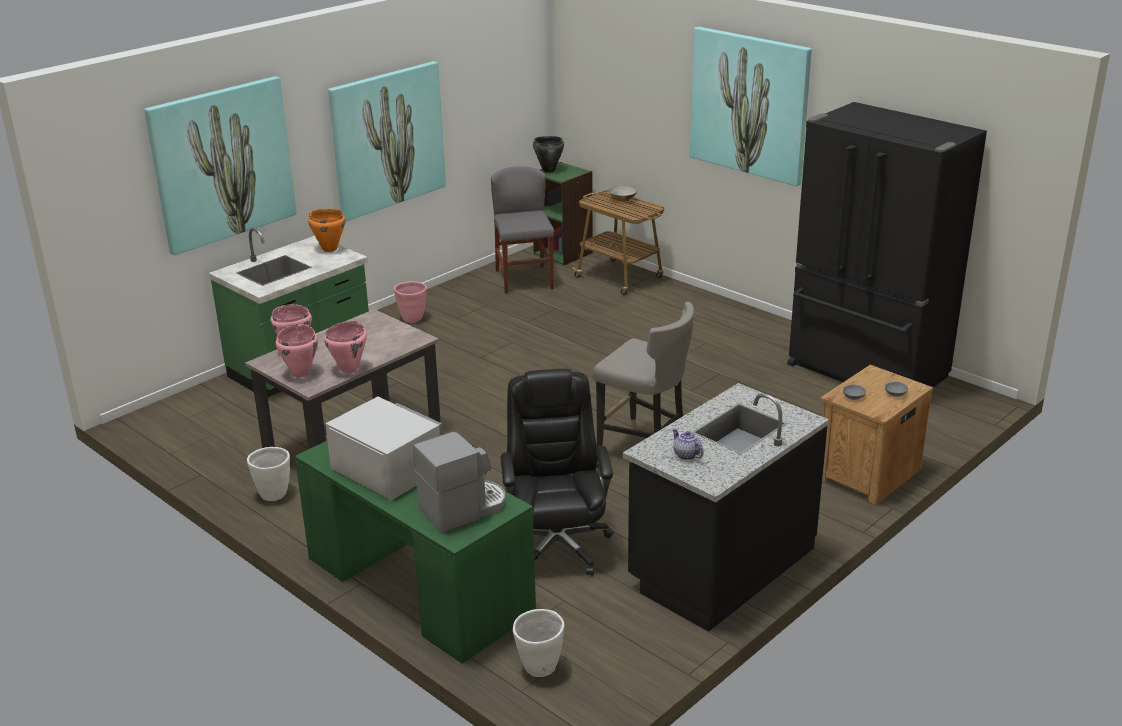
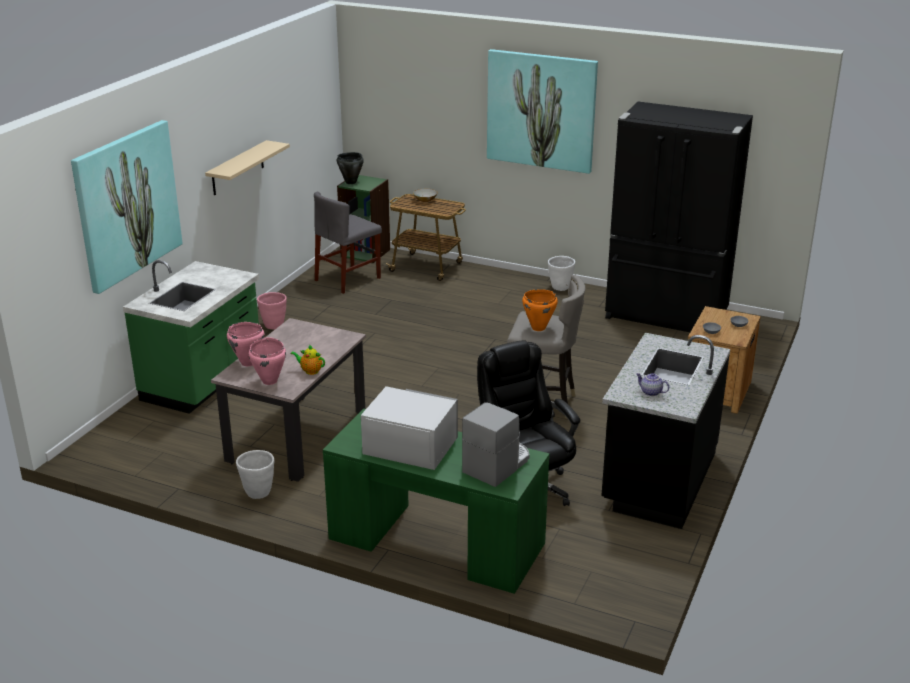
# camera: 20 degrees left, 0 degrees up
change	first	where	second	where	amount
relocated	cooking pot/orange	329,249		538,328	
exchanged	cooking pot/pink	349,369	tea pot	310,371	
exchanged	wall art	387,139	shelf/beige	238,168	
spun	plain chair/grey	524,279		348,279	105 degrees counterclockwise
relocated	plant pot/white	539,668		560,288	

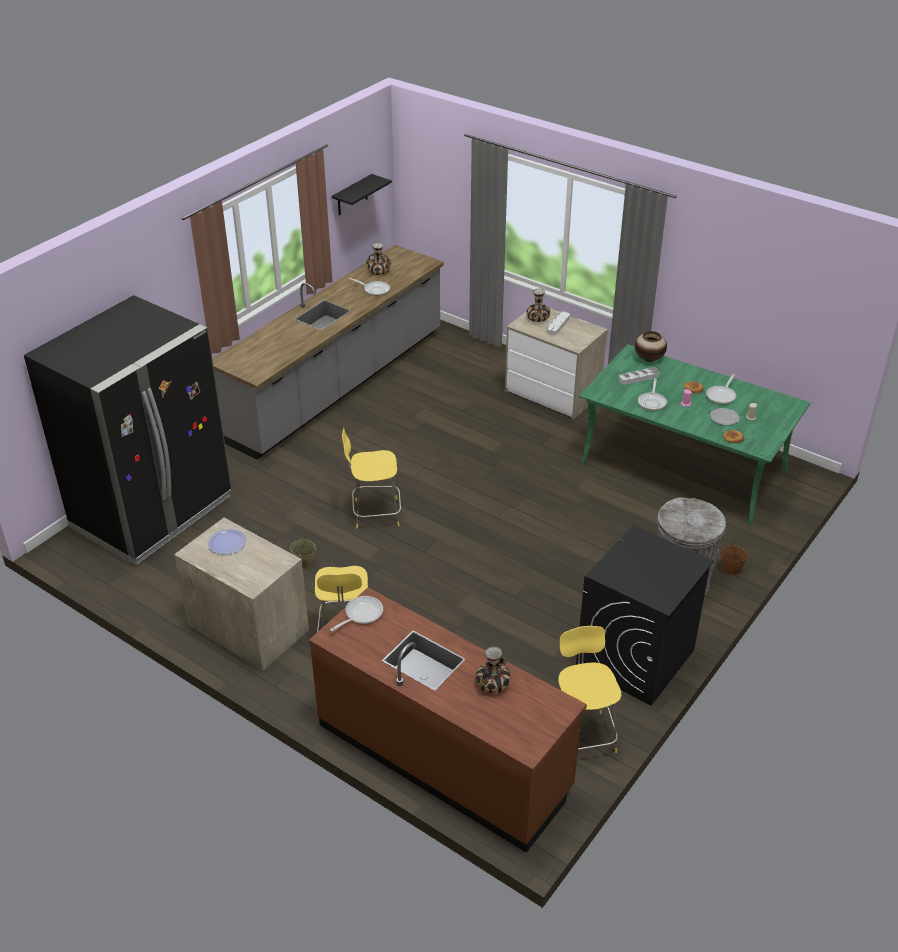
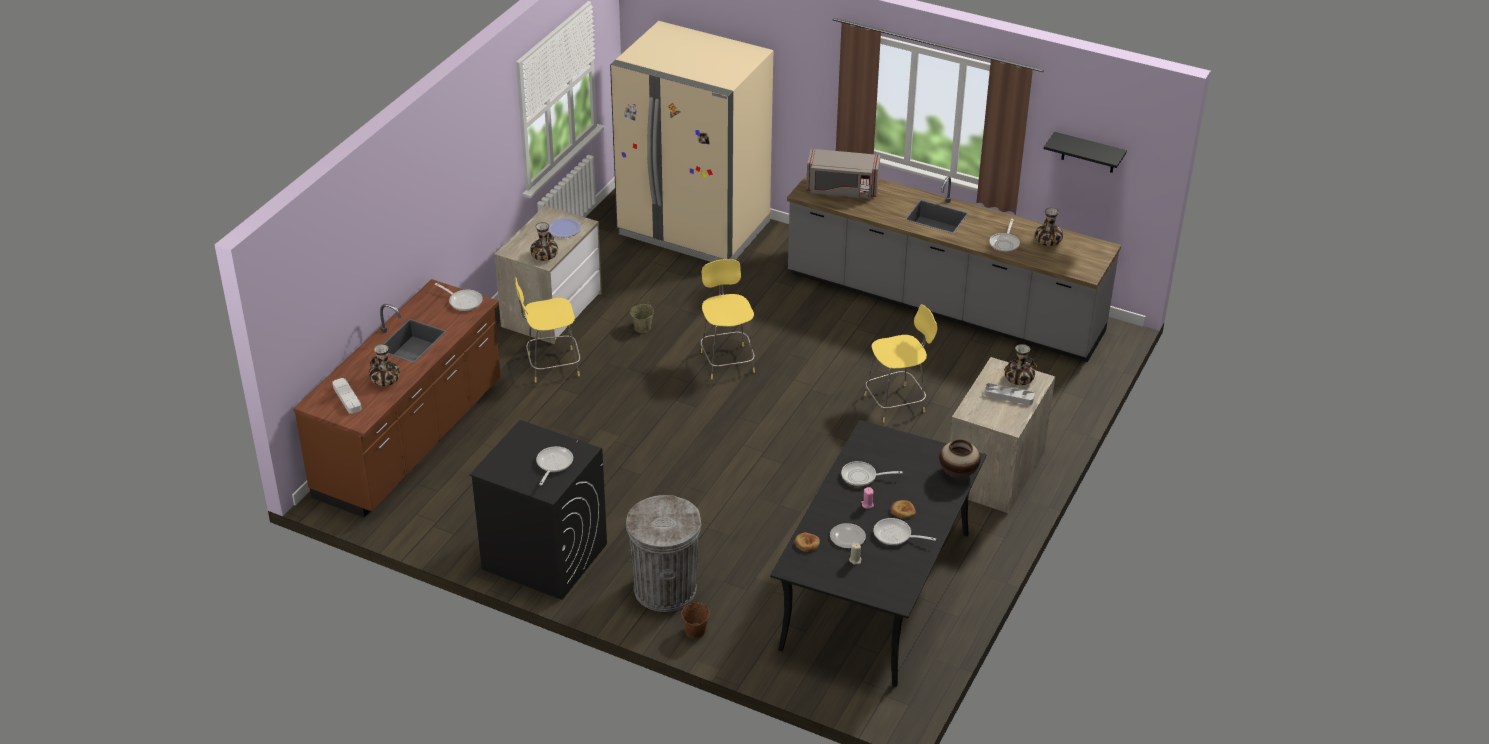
# camera: 80 degrees right, 0 degrees up
change	first	where	second	where	amount
colour	kitchen fridge/black-coloured	153,513	kitchen fridge/beige	693,229	
relocated	sitting stool/yellow-coloured	583,734		896,403	
colour	dining table/greenish	684,467	dining table/black-coloured	877,590	
relocated	tray/grey	638,378		347,398	
appeared			vase	544,256	
appeared			skillet	553,464	
appeared			microwave oven/grey	842,190	

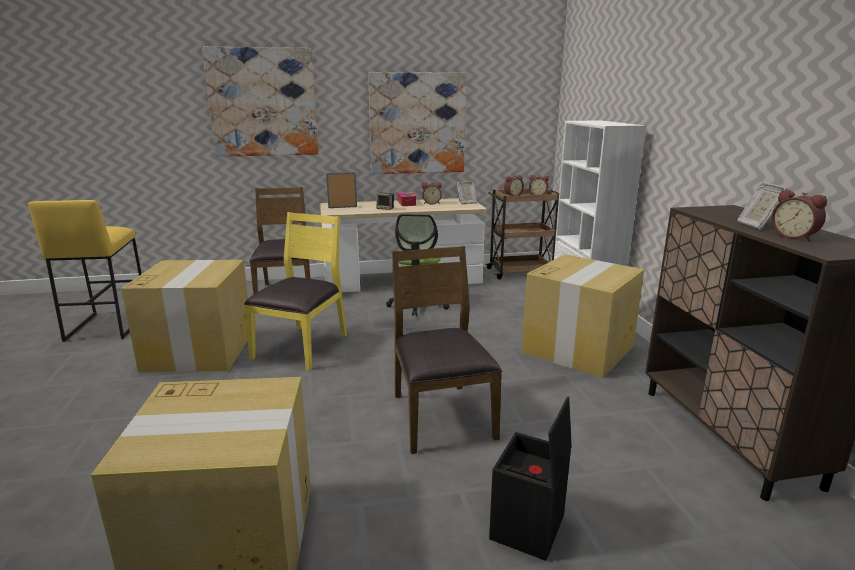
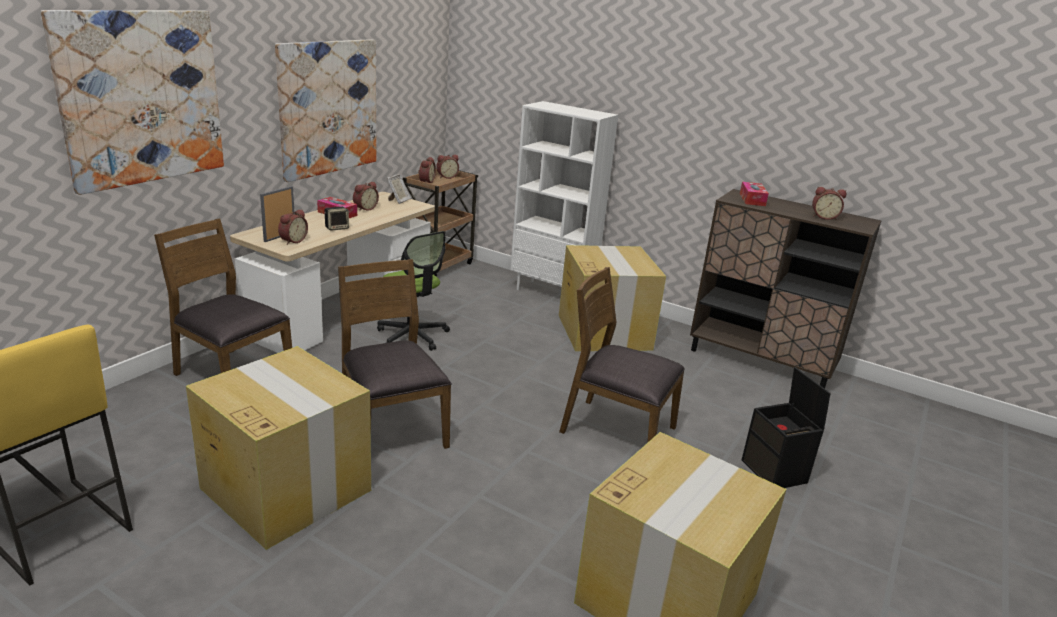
# camera: 50 degrees left, 5 degrees up
change	first	where	second	where	amount
colour	plain chair/yellow-coloured	302,346	plain chair/brownish	391,428	
missing	picture frame	757,226			
appeared			alarm clock	292,241	
appeared			box of tissues	752,199	

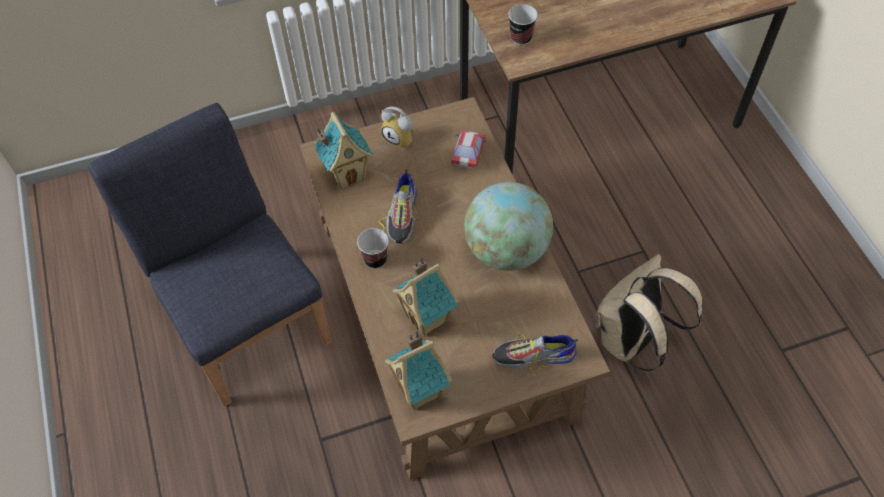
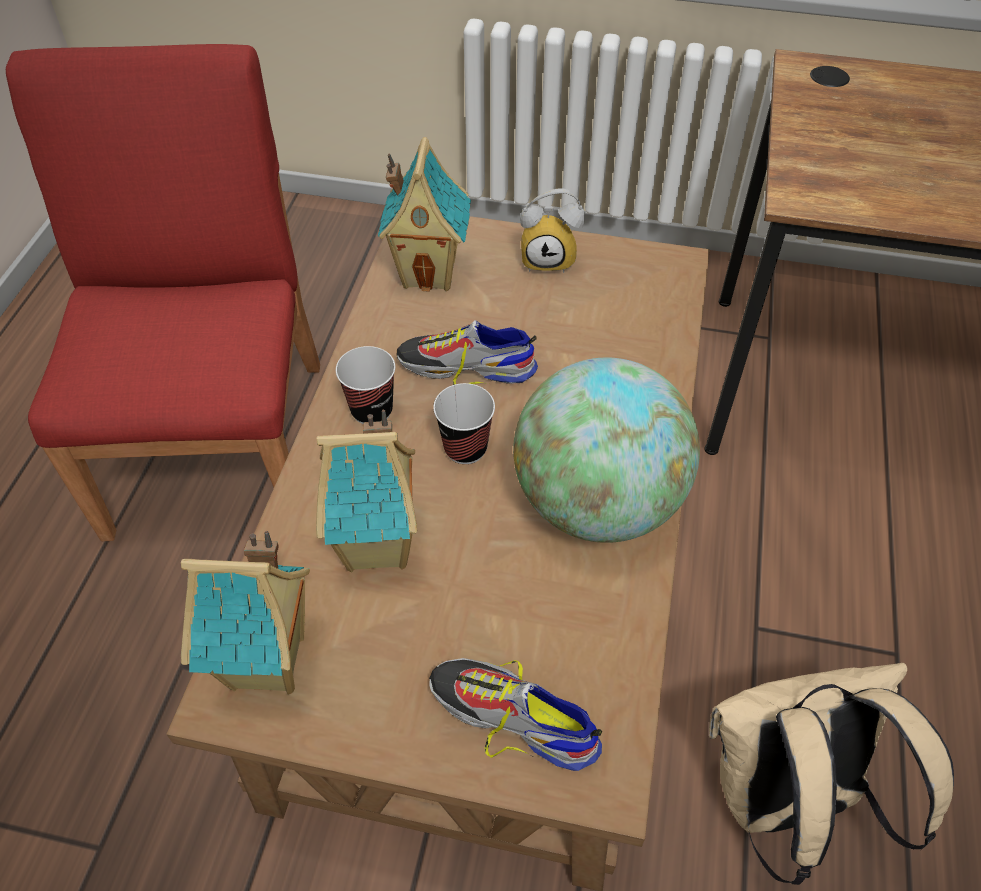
# camera: 30 degrees right, 5 degrees down
change	first	where	second	where	amount
colour	plain chair/bluish	247,320	plain chair/reddish	220,443	
spun	shoe	402,215		466,366	60 degrees clockwise
spun	alarm clock	401,138		549,259	60 degrees counterclockwise
missing	miniature car	468,154			
relocated	cup	521,38		465,448	

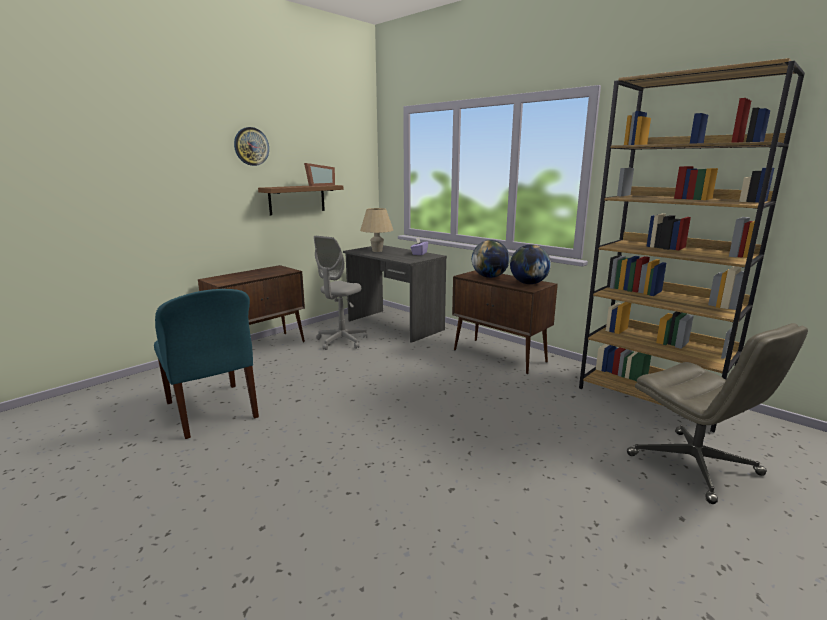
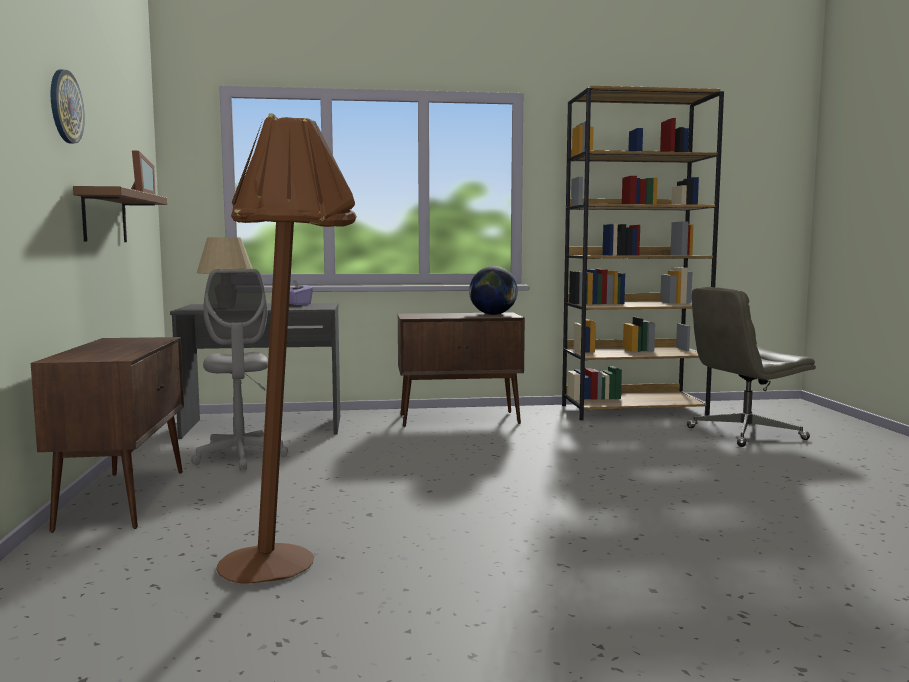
# camera: 50 degrees left, 10 degrees down
change	first	where	second	where	amount
exchanged	plain chair/bluish	212,411	standing lamp/brownish	288,566	
missing	globe	489,277			
spun	desk chair/grey	695,465		745,434	150 degrees clockwise

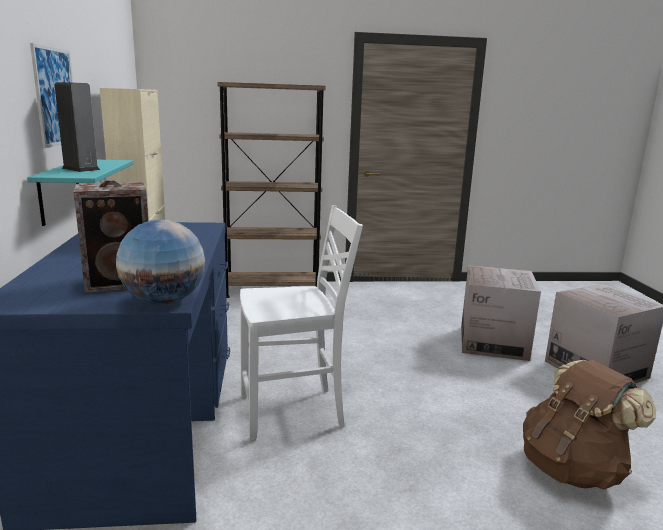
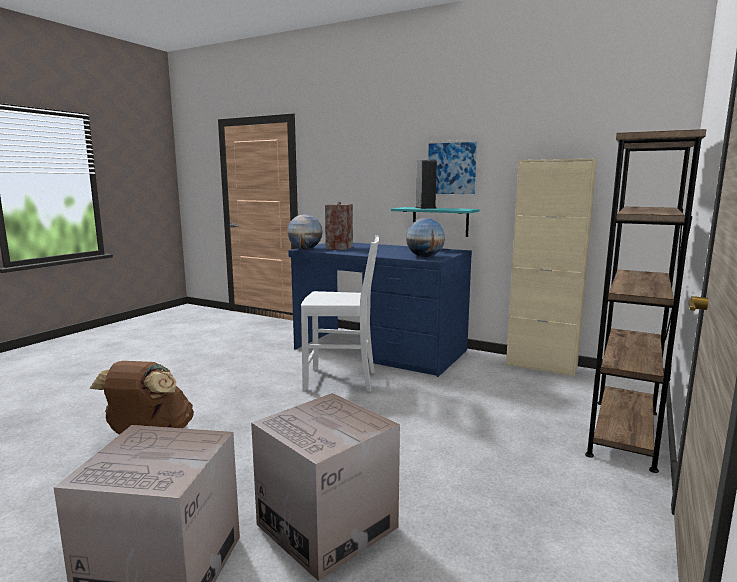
# camera: 125 degrees right, 5 degrees down
change	first	where	second	where	amount
spun	plain chair/white	293,412		342,380	105 degrees counterclockwise
appeared			globe	425,257	

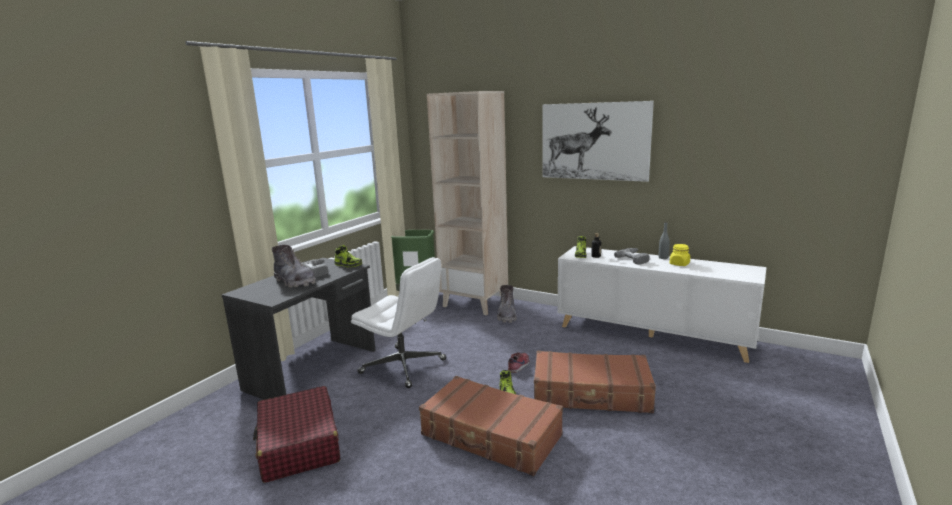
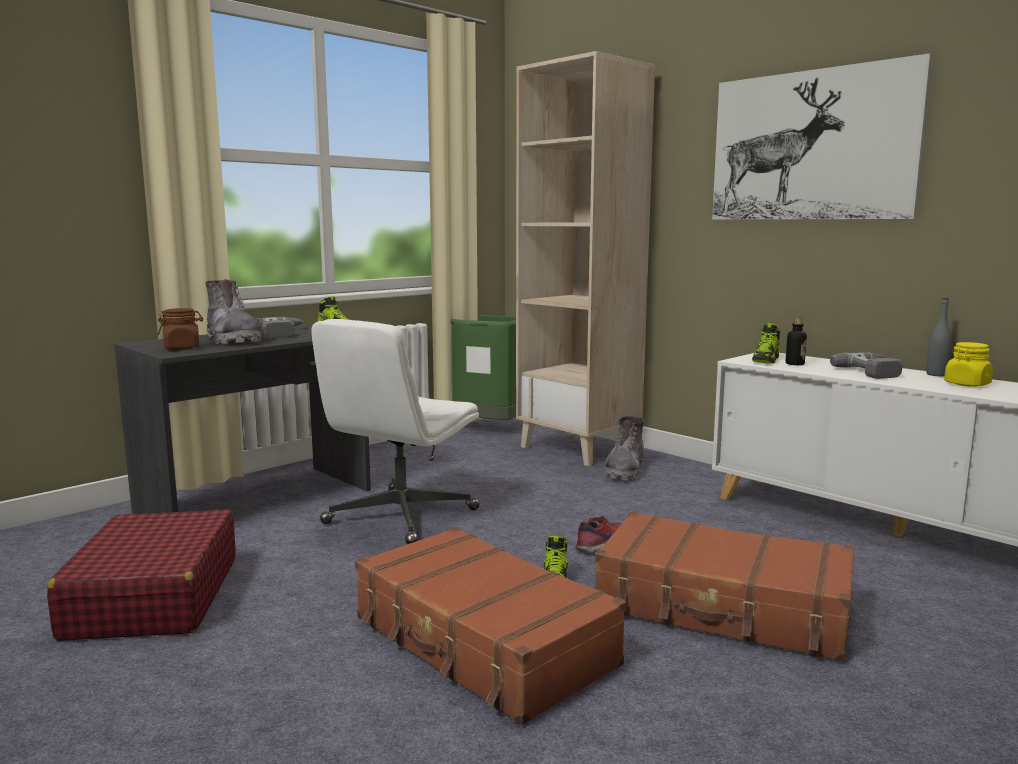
# camera: 15 degrees right, 5 degrees down
change	first	where	second	where	amount
spun	desk chair/white	404,366		400,517	75 degrees clockwise
appeared			preserve jar/brownish	182,348	

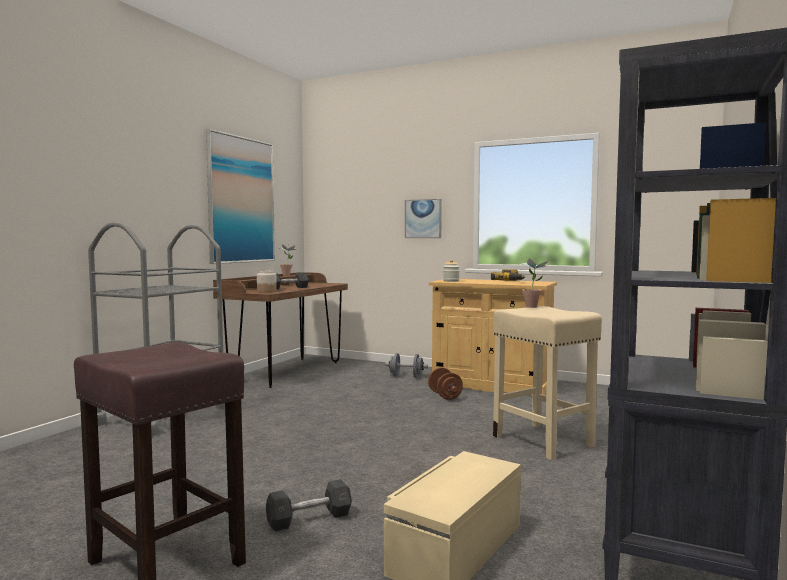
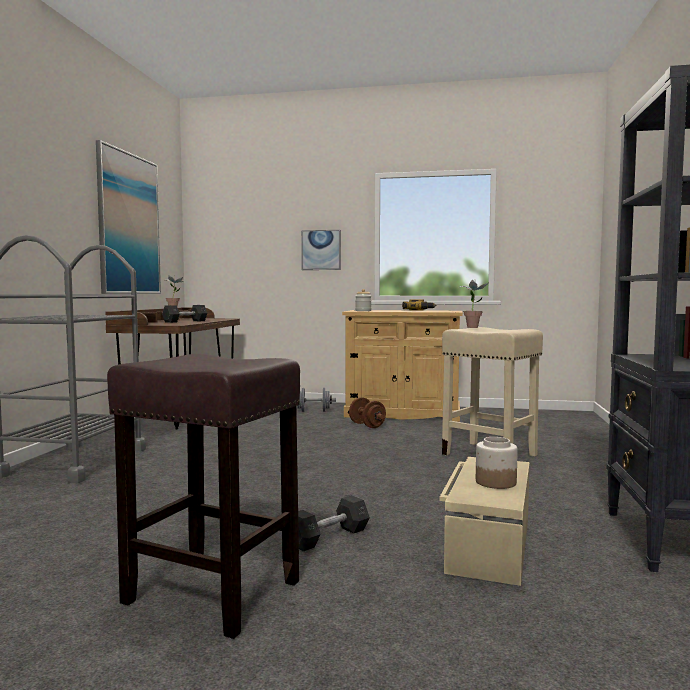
# camera: 15 degrees left, 0 degrees up
change	first	where	second	where	amount
relocated	preserve jar	266,291		495,482	

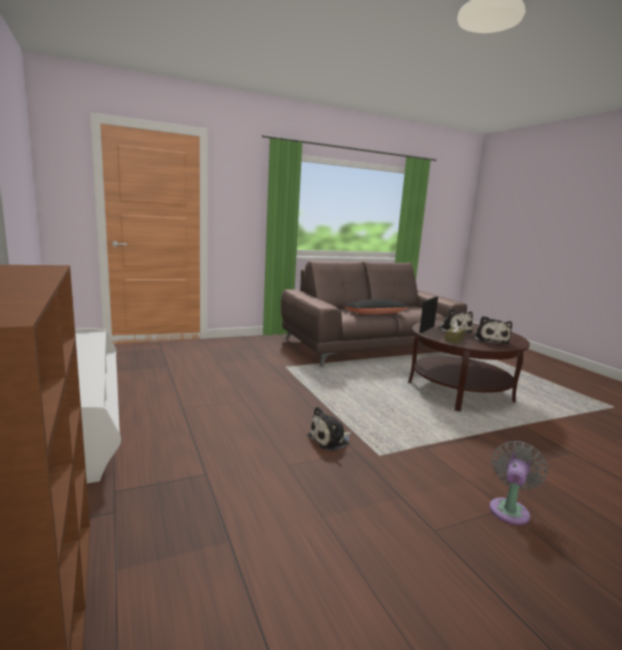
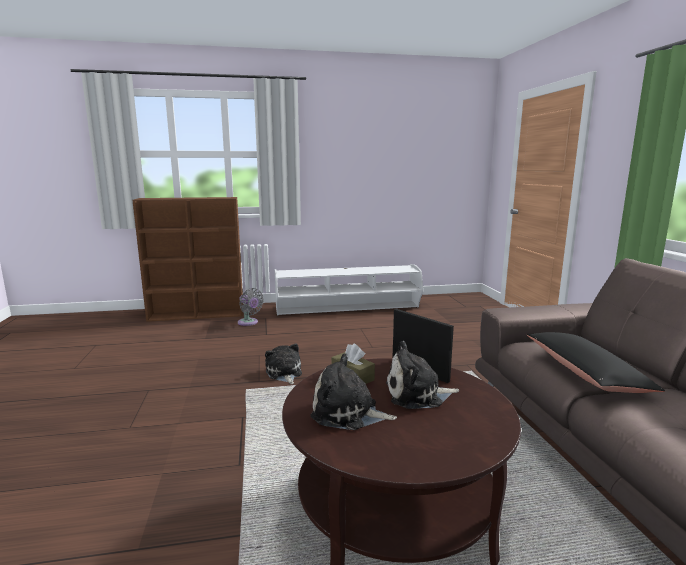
# camera: 105 degrees right, 0 degrees up
change	first	where	second	where	amount
relocated	electric fan/grey	509,509		249,323	

